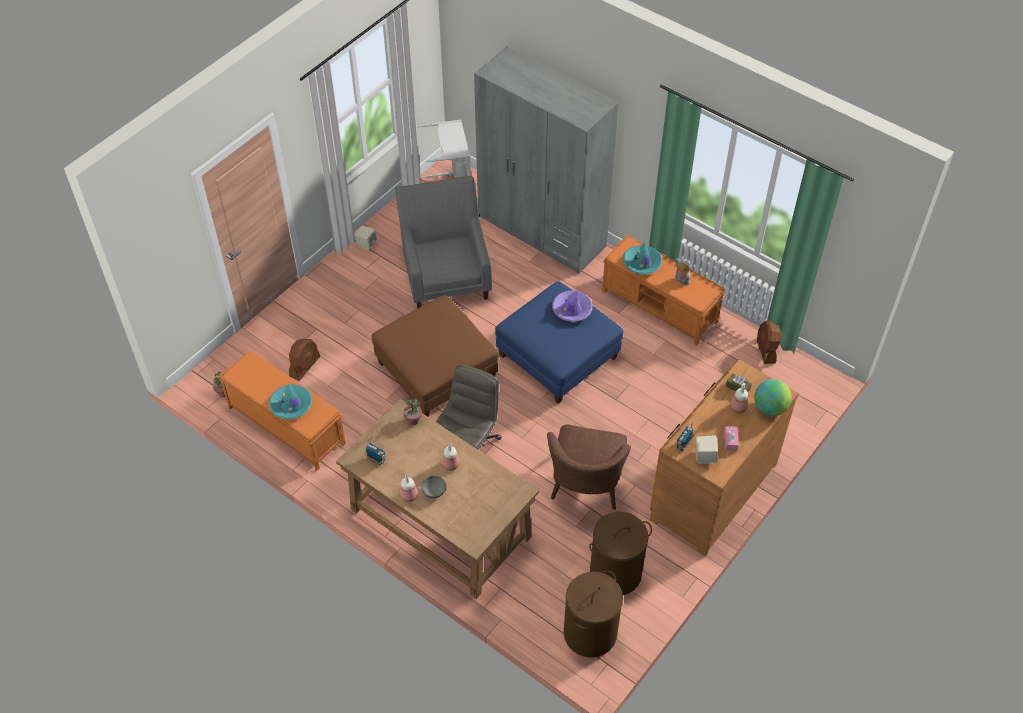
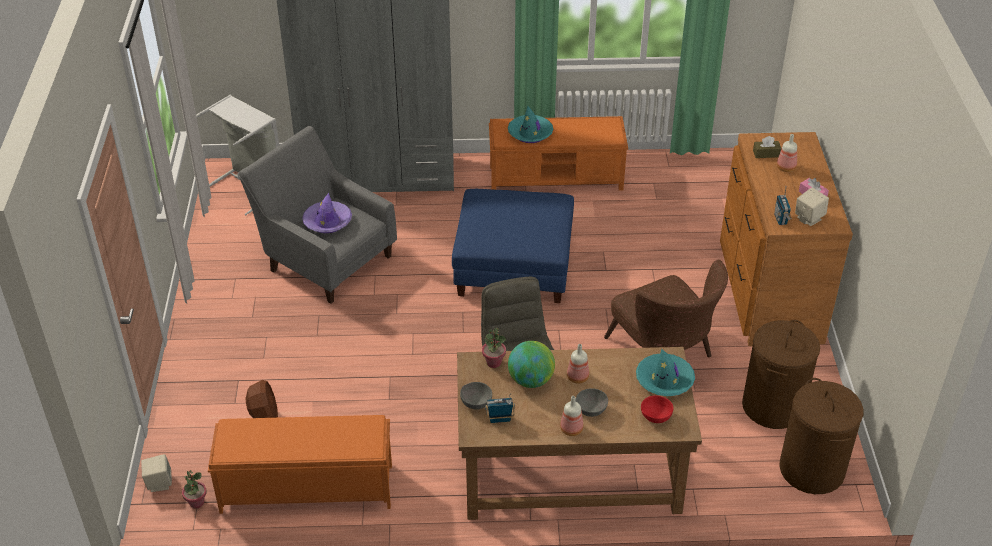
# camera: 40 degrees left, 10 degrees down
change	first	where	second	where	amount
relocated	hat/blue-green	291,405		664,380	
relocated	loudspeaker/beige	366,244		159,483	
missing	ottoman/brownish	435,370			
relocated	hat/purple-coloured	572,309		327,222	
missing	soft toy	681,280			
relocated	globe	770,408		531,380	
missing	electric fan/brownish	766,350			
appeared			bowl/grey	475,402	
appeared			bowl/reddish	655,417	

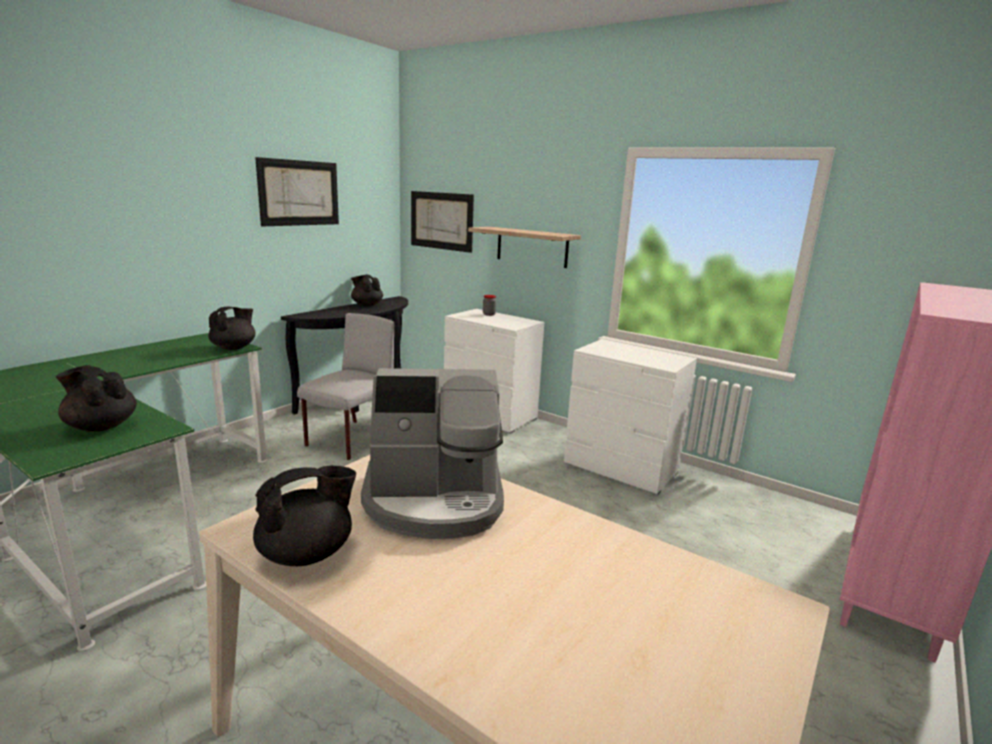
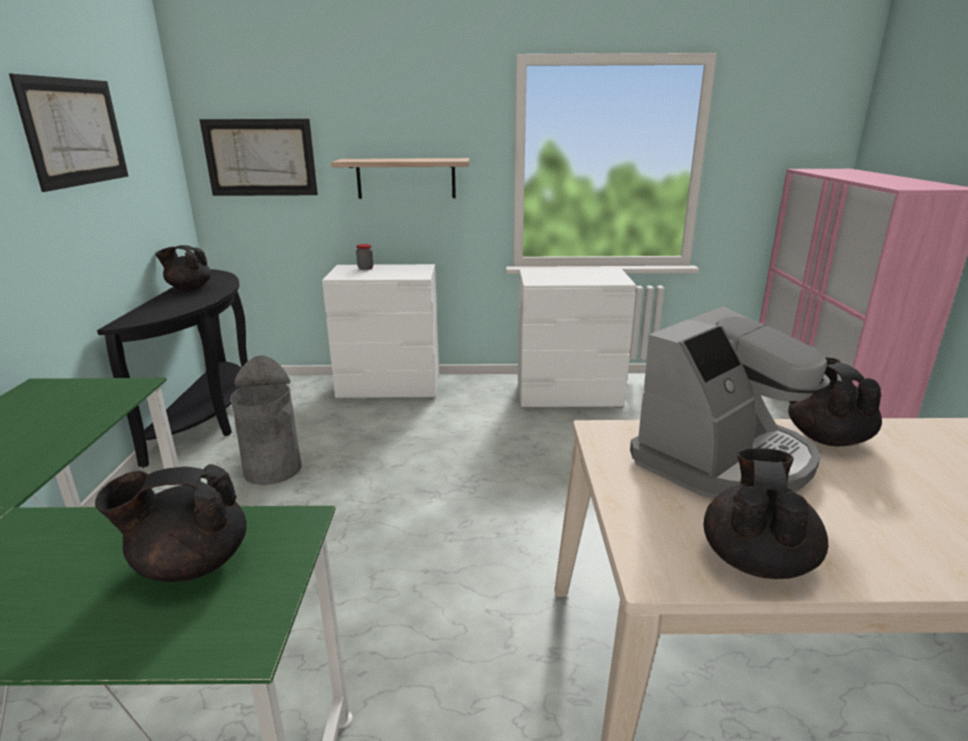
# camera: 35 degrees left, 5 degrees up
change	first	where	second	where	amount
relocated	tea pot/black-coloured	234,347		826,437	
exchanged	plain chair/grey	351,440	trash can/grey	273,469	

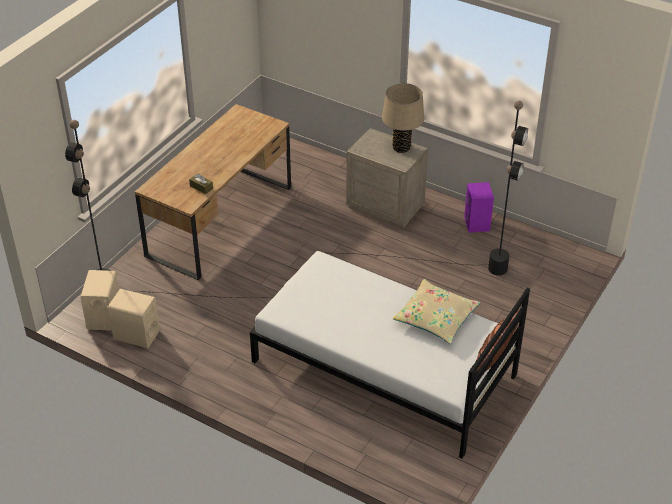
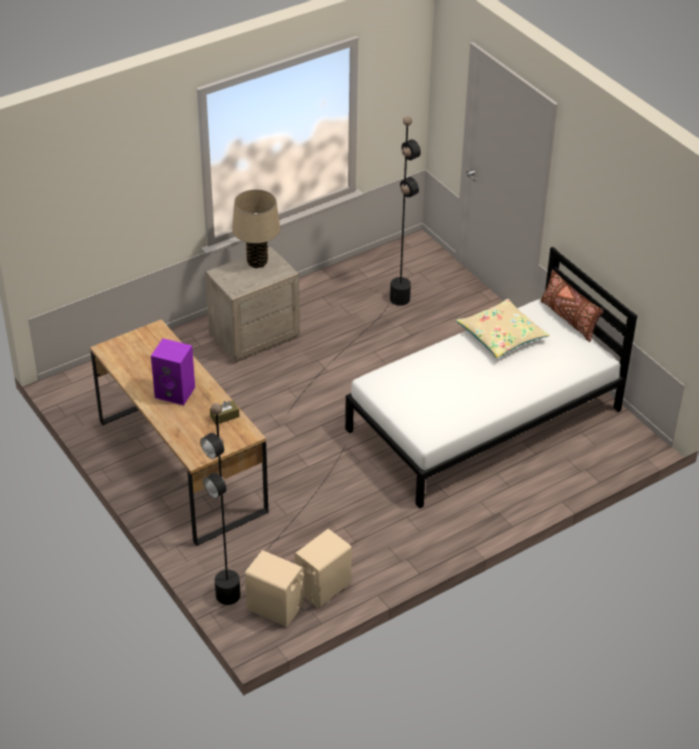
# camera: 65 degrees left, 0 degrees up
change	first	where	second	where	amount
relocated	loudspeaker/purple-coloured	477,224		176,392	

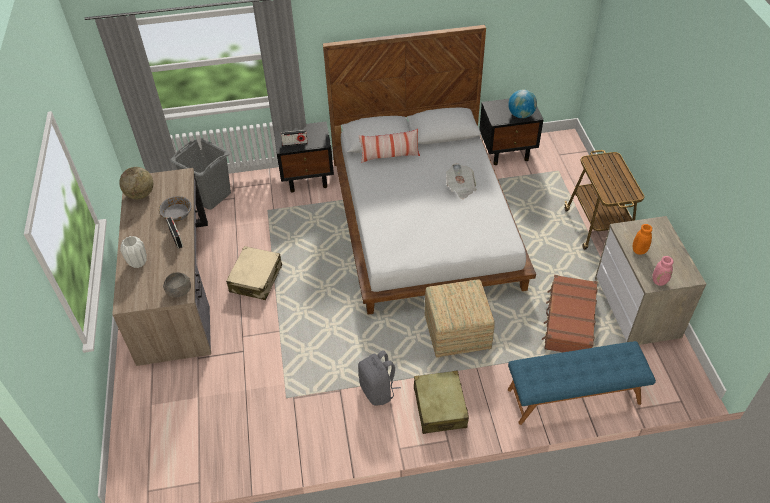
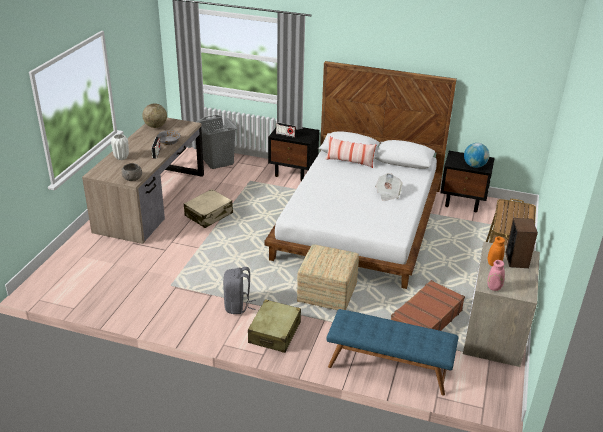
# camera: 25 degrees right, 15 degrees down
change	first	where	second	where	amount
appeared			loudspeaker	517,260	

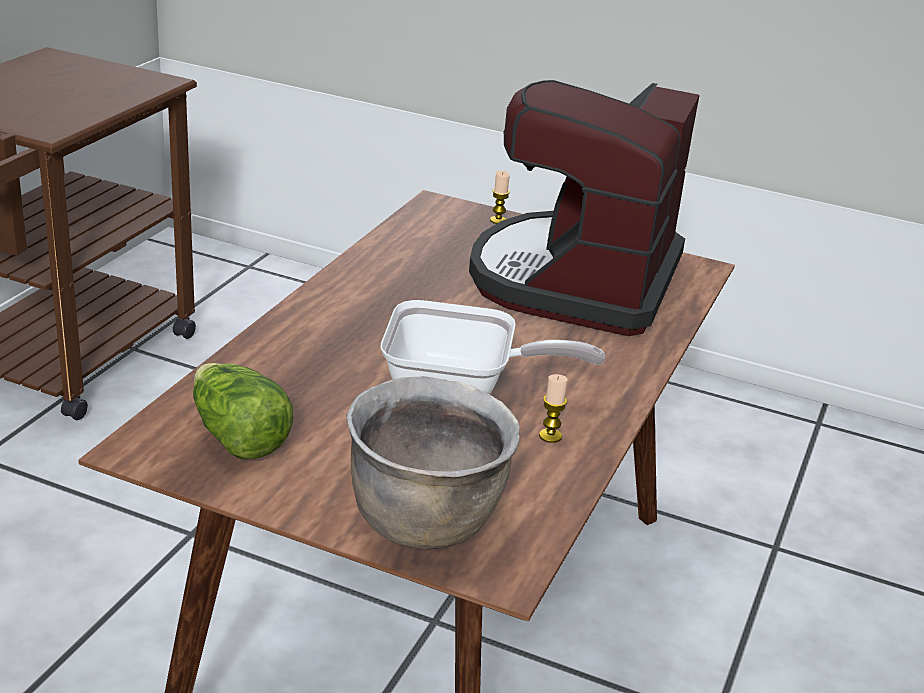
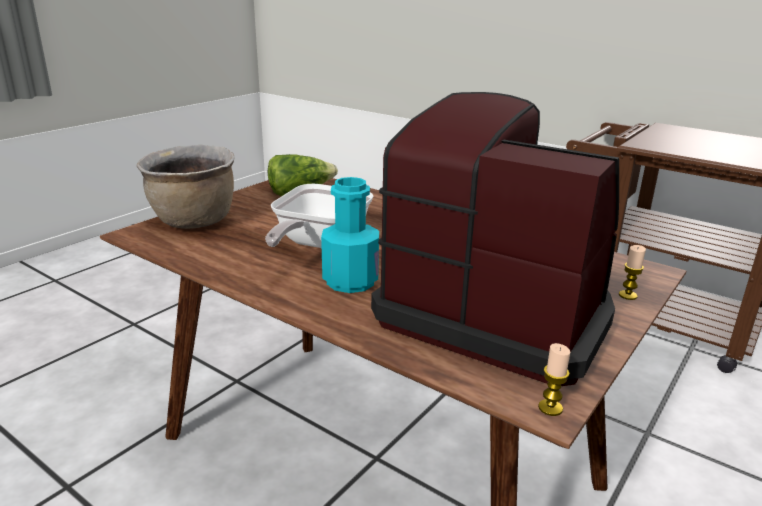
# camera: 105 degrees right, 5 degrees down
change	first	where	second	where	amount
relocated	candle	550,436		550,408	
appeared			bottle/blue-green	350,281	

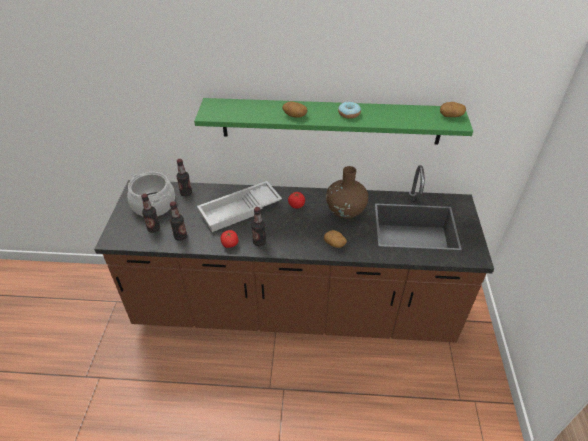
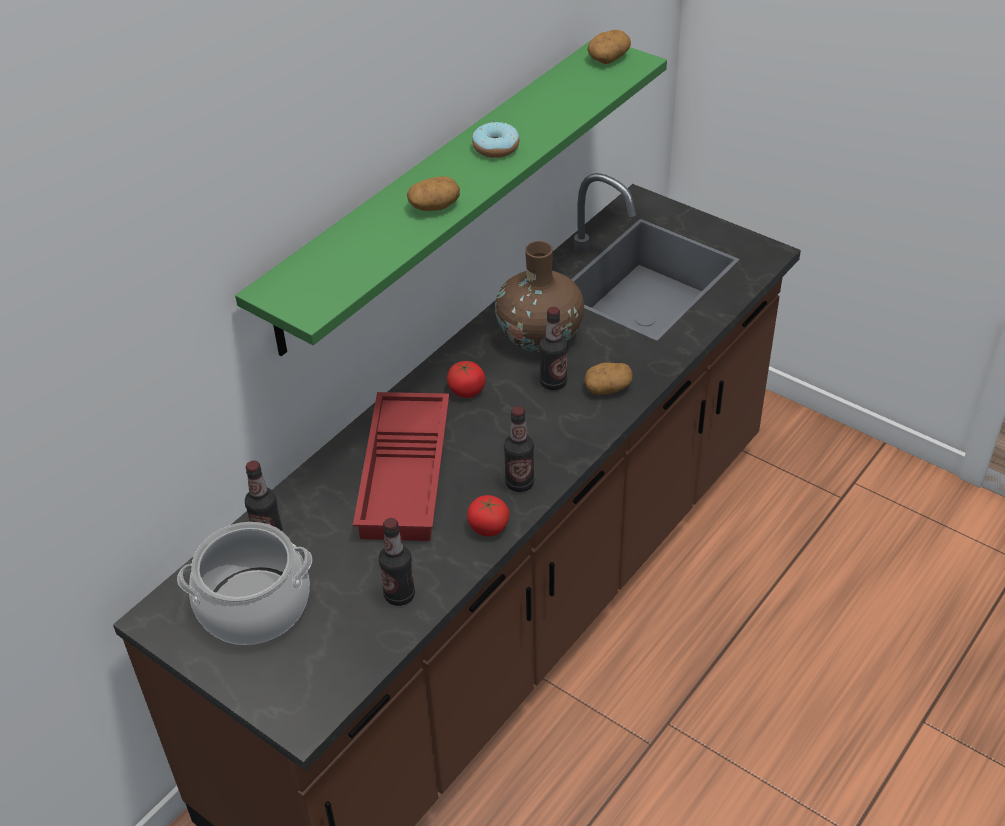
# camera: 55 degrees left, 0 degrees up
change	first	where	second	where	amount
relocated	bottle	153,228		553,383	
colour	tray/white	240,211	tray/reddish	407,475	

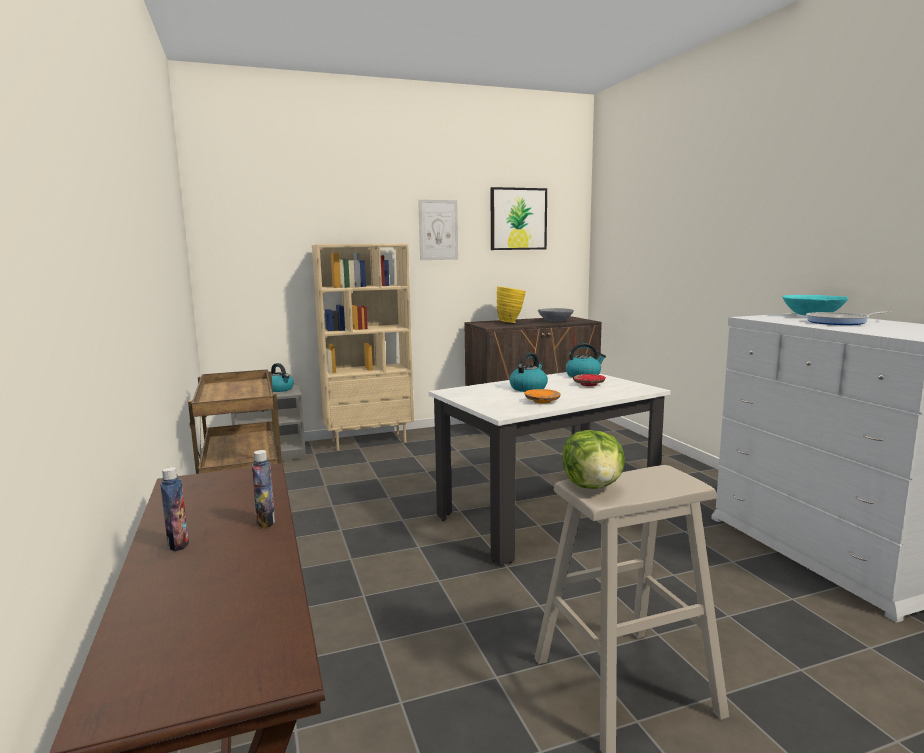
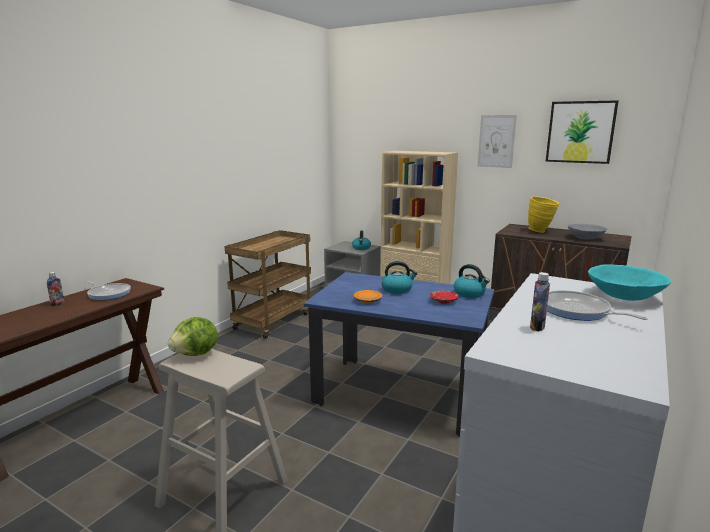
# camera: 50 degrees right, 5 degrees up
change	first	where	second	where	amount
relocated	bottle	266,522		537,327	
colour	dining table/white	546,517	dining table/bluish	399,394	
appeared			skillet	108,293	

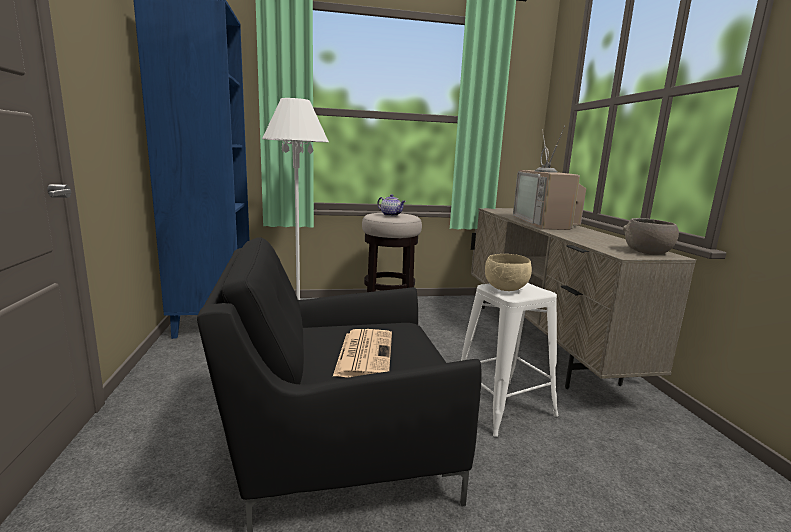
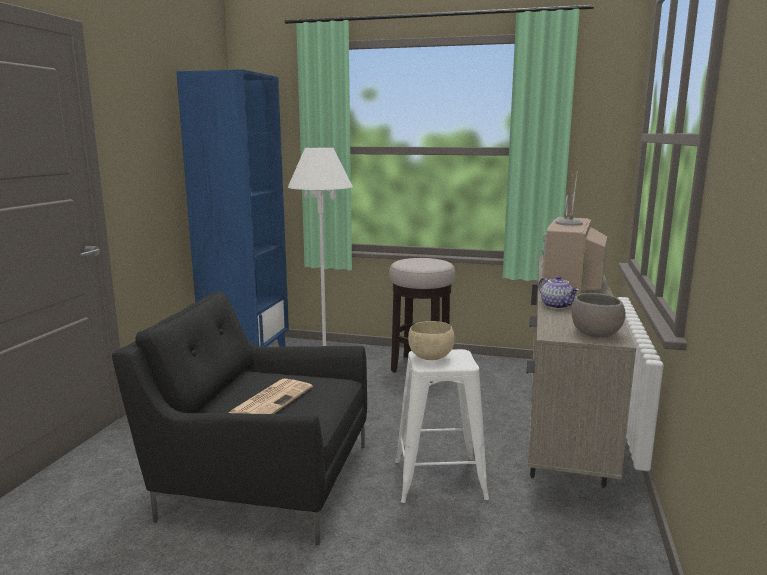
# camera: 25 degrees right, 0 degrees up
change	first	where	second	where	amount
relocated	tea pot	391,215		557,306	

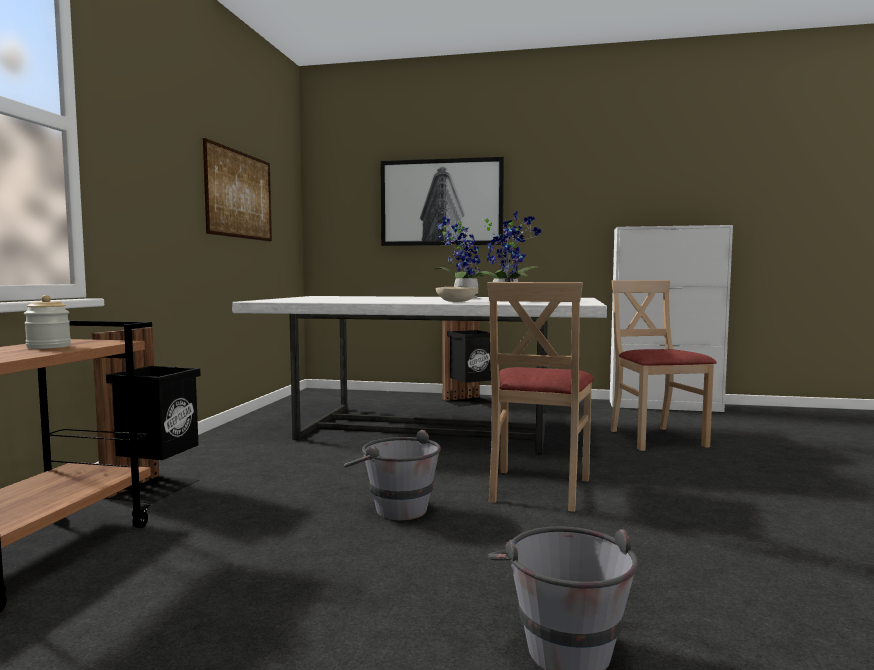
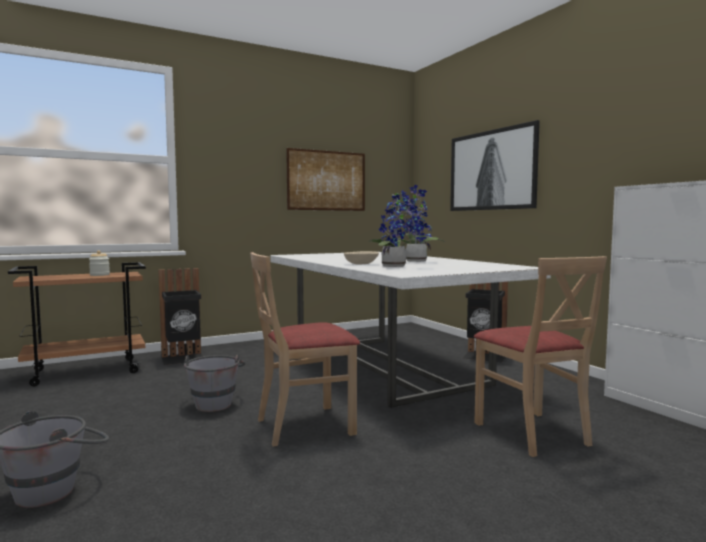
# camera: 50 degrees right, 0 degrees up
change	first	where	second	where	amount
spun	plain chair/beige	655,438		532,433	120 degrees clockwise

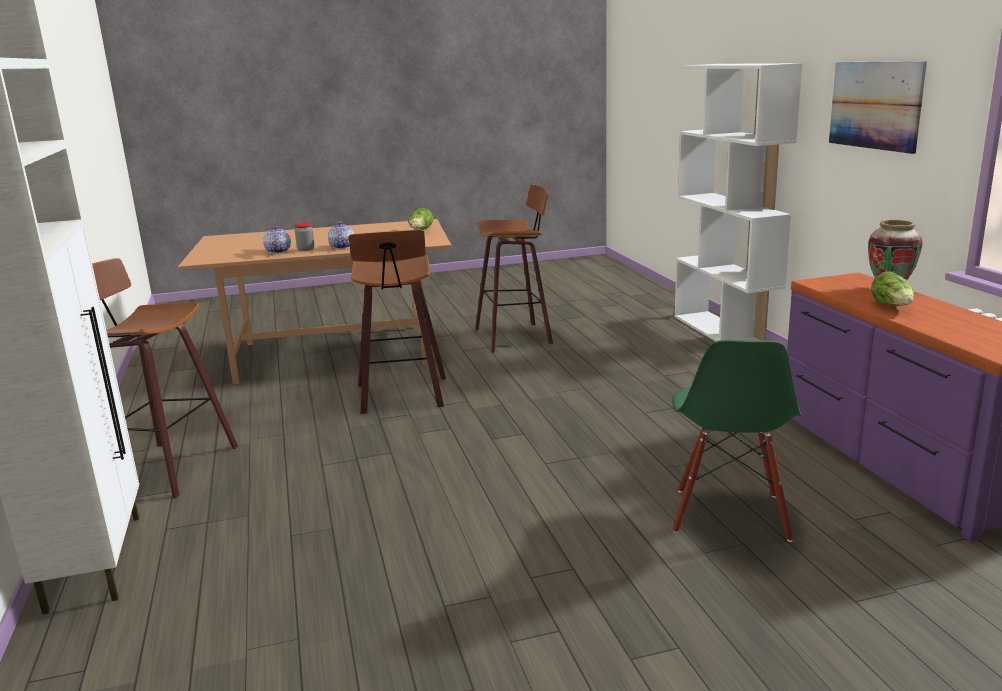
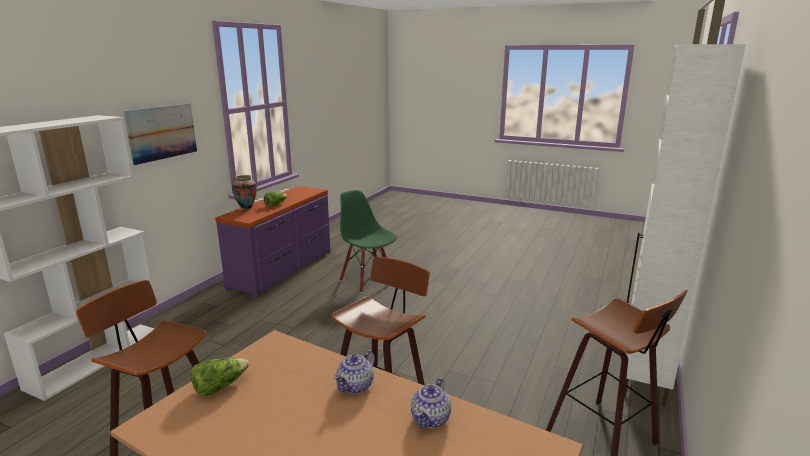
# camera: 140 degrees left, 0 degrees up
change	first	where	second	where	amount
missing	preserve jar	306,249			
spun	plain chair/greenish	729,514		368,280	90 degrees counterclockwise

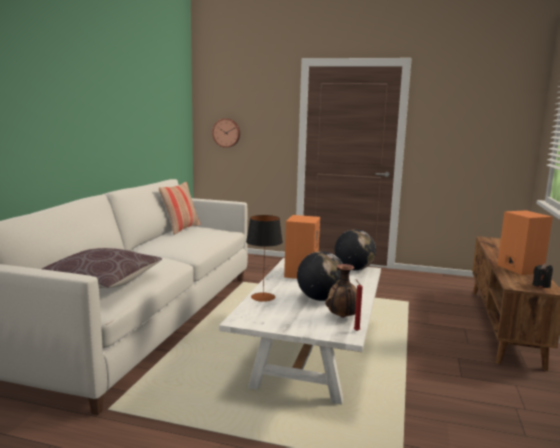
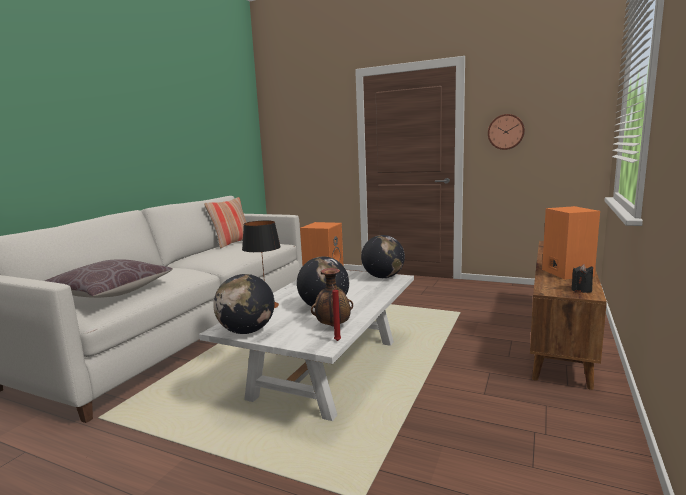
# camera: 10 degrees right, 0 degrees up
change	first	where	second	where	amount
relocated	hanging clock	226,133		506,132	
appeared			globe	246,331	

